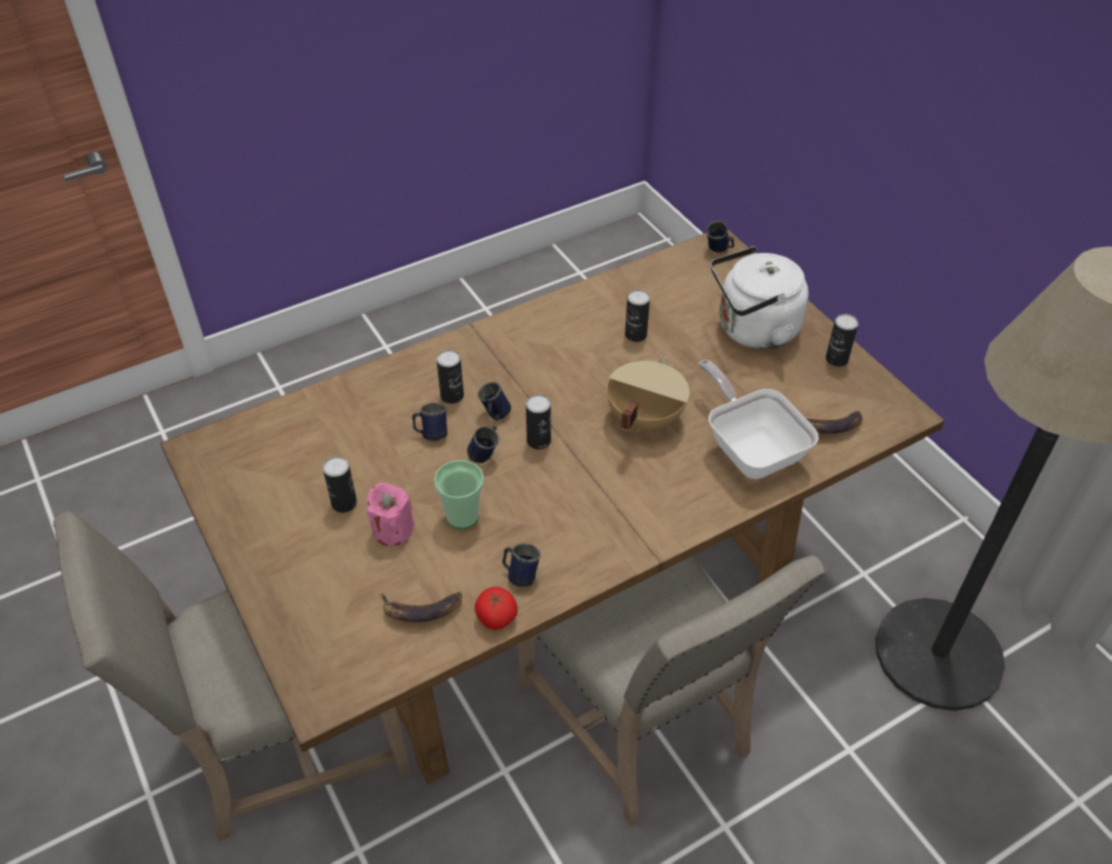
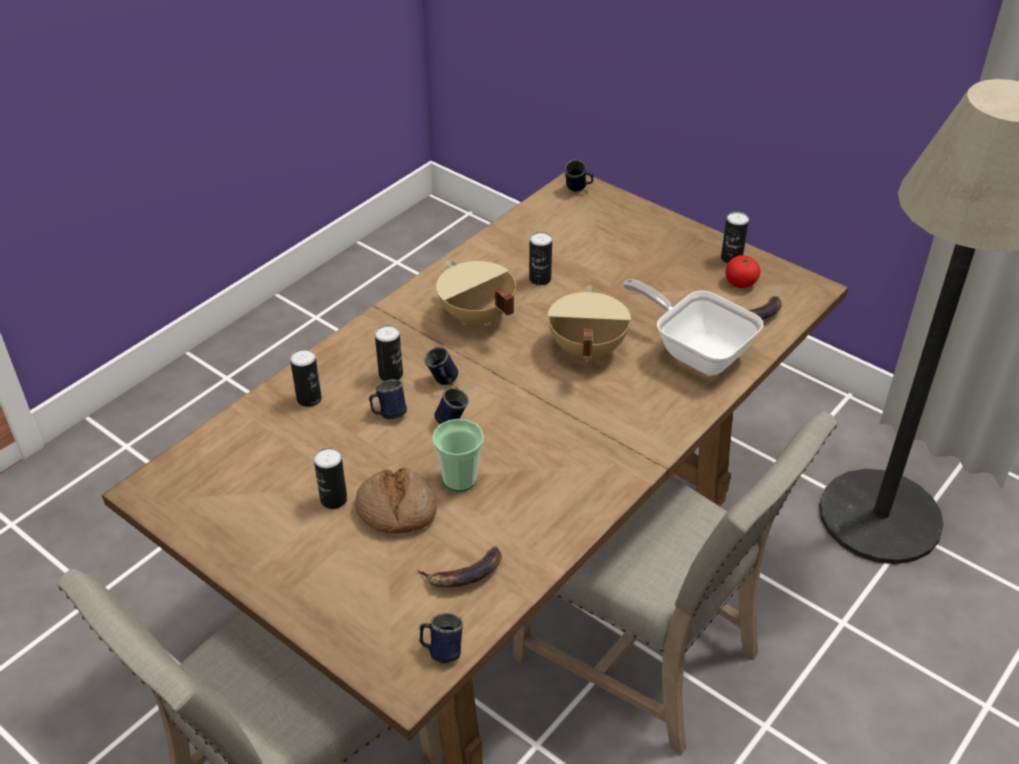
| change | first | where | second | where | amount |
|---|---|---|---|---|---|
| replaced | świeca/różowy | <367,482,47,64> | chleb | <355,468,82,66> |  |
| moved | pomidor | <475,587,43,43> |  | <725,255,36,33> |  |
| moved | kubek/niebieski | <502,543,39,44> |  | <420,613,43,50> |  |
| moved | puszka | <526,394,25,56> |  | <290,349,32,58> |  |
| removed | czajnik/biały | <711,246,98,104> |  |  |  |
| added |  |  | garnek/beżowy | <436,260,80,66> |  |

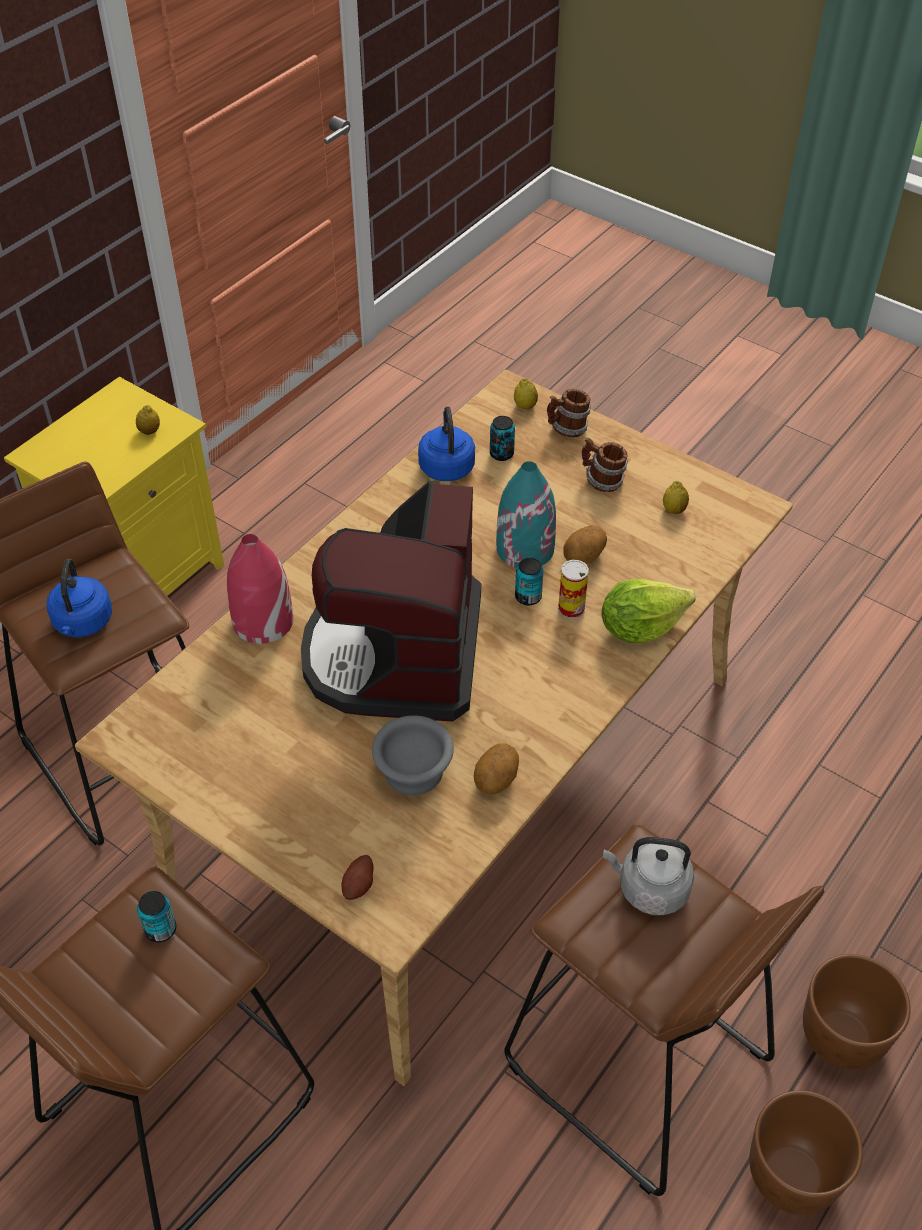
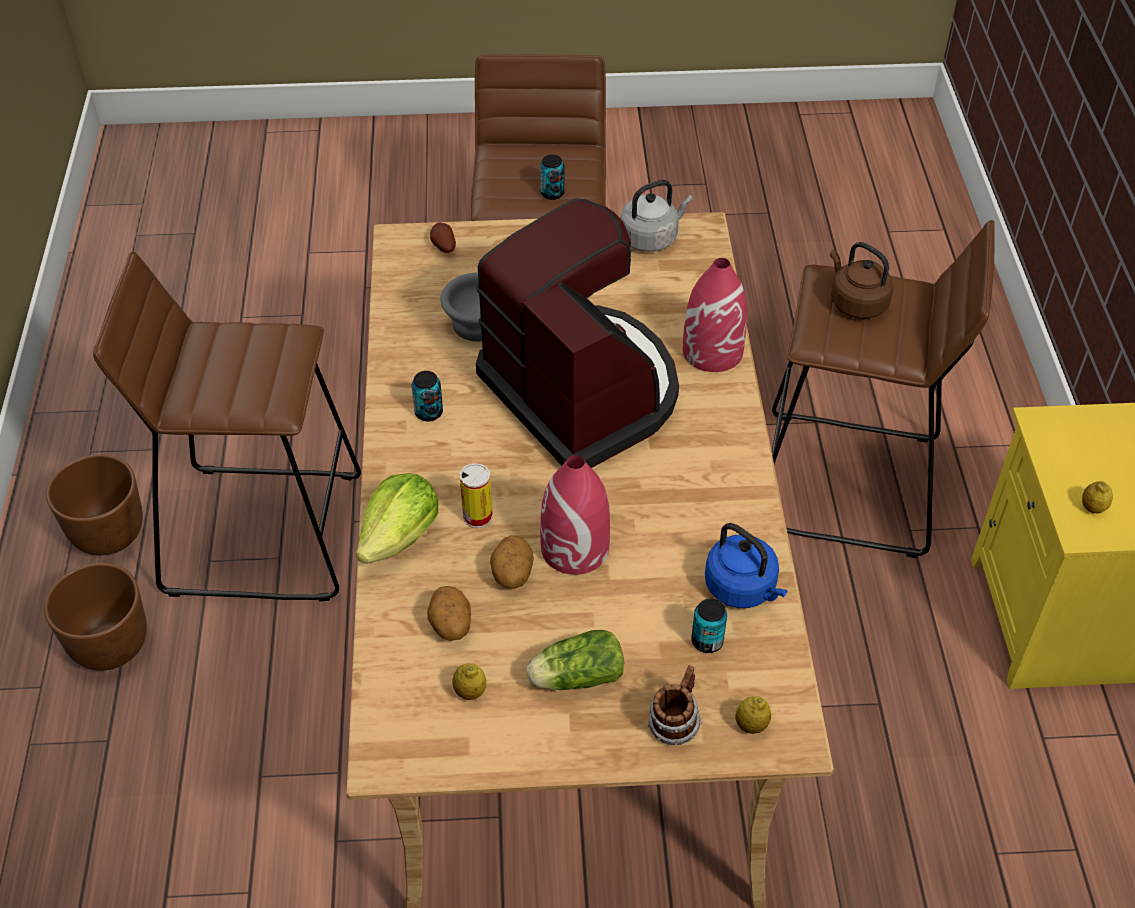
| change | first | where | second | where | amount |
|---|---|---|---|---|---|
| recoloured | czajnik/niebieski | <47,559,65,78> | czajnik/brązowy | <830,242,64,77> |  |
| moved | ziemniak | <474,743,45,51> |  | <427,586,44,55> |  |
| recoloured | wazon/turkusowy | <496,461,60,107> | wazon/czerwony | <540,455,70,120> |  |
| moved | puszka | <515,558,28,48> |  | <412,371,31,51> |  |
| replaced | kubek | <582,437,46,55> | sałata | <527,630,97,60> |  |
| moved | czajnik/szary | <603,837,91,78> |  | <620,180,73,72> |  |

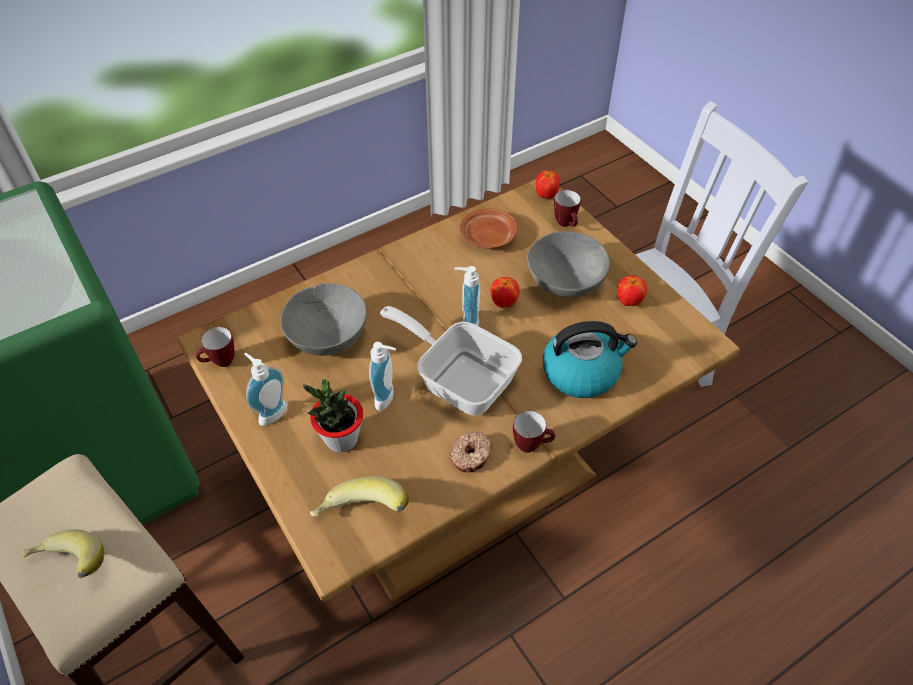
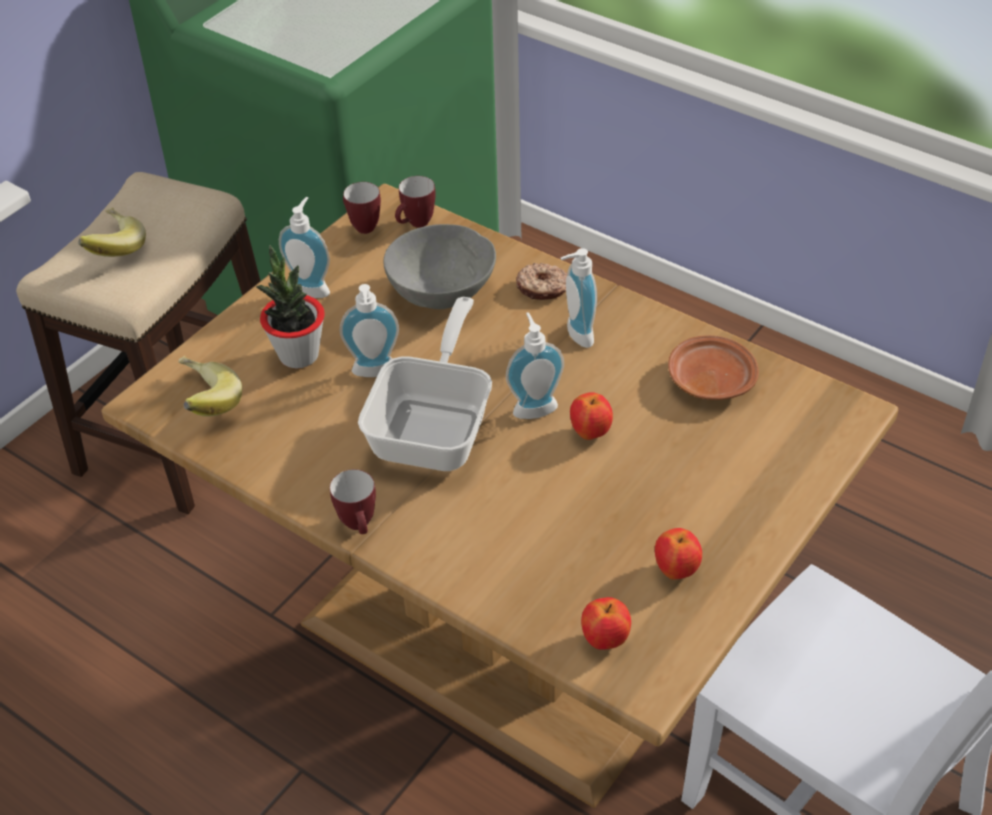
| change | first | where | second | where | amount |
|---|---|---|---|---|---|
| moved | donut | <450,431,42,42> |  | <516,263,51,37> |  |
| removed | miska/szary | <527,231,83,67> |  |  |  |
| moved | jabłko | <535,170,25,29> |  | <581,597,50,53> |  |
| removed | czajnik | <543,321,94,77> |  |  |  |
| moved | kubek | <554,190,27,37> |  | <395,176,41,52> |  |
| added |  |  | dozownik mydła | <561,248,36,100> |  |

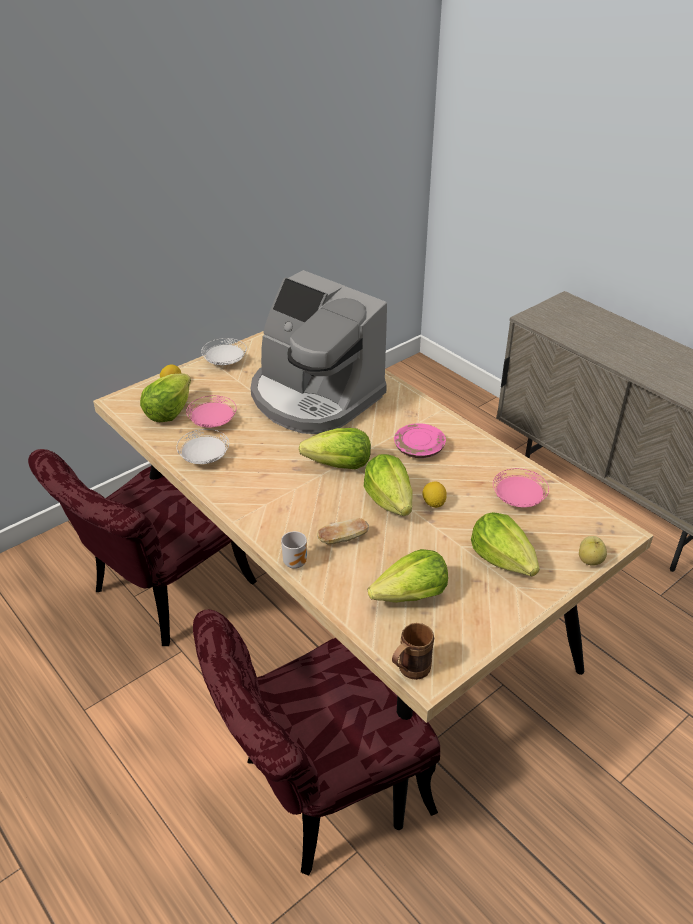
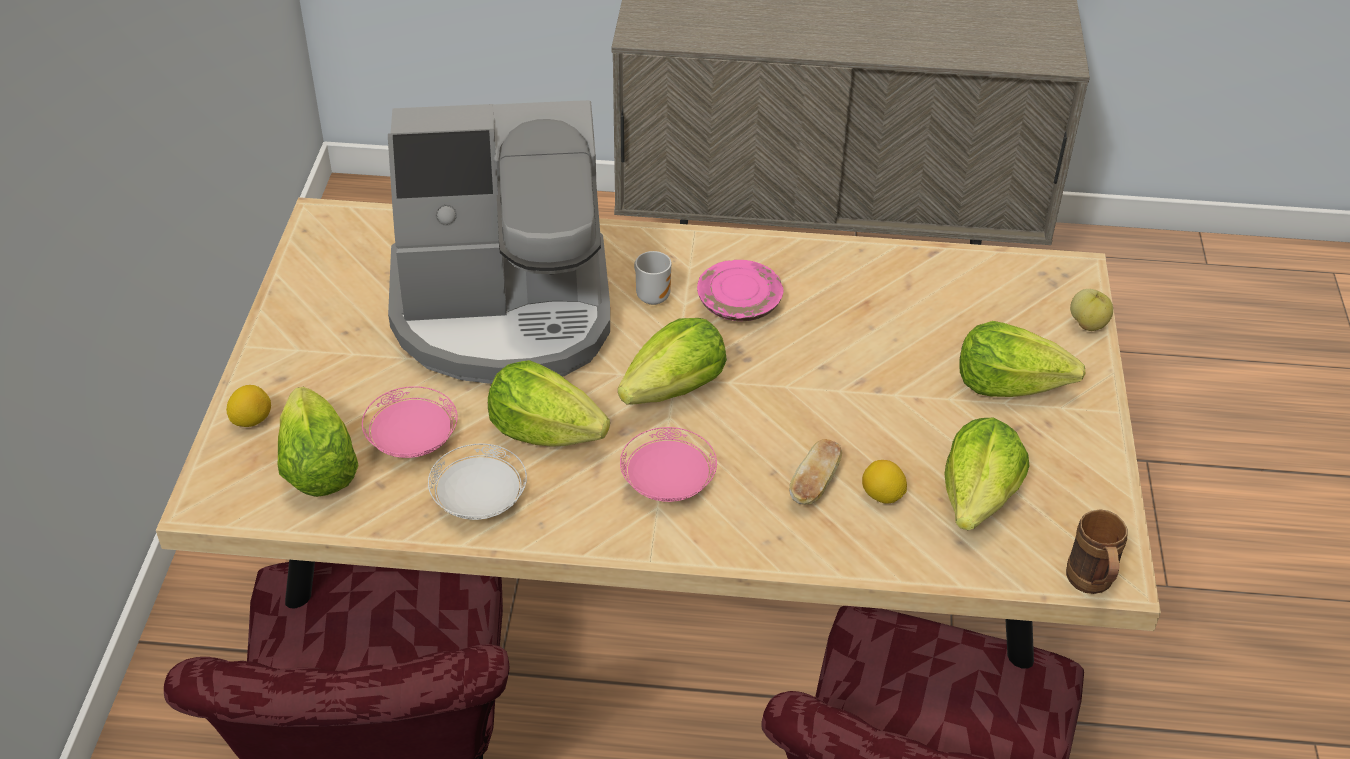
| change | first | where | second | where | amount |
|---|---|---|---|---|---|
| removed | talerz/biały | <201,338,46,27> |  |  |  |
| moved | kubek | <281,531,26,38> |  | <634,251,37,54> |  |
| moved | sałata | <364,454,49,62> |  | <488,360,122,87> |  |
| moved | cytryna | <423,481,24,27> |  | <862,460,45,43> |  |
| moved | talerz/różowy | <493,468,56,39> |  | <620,427,97,75> |  |

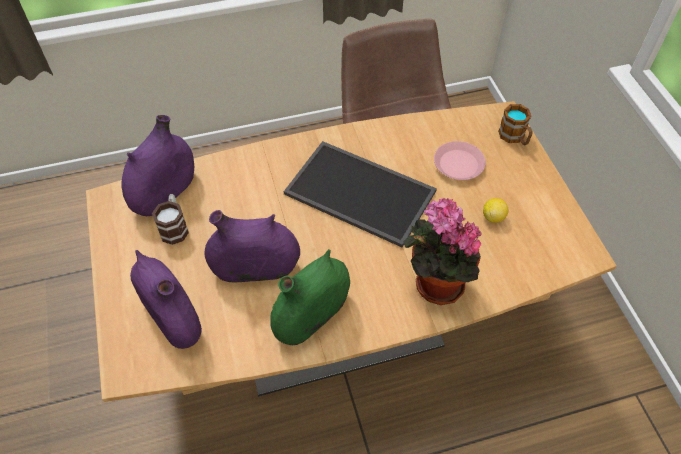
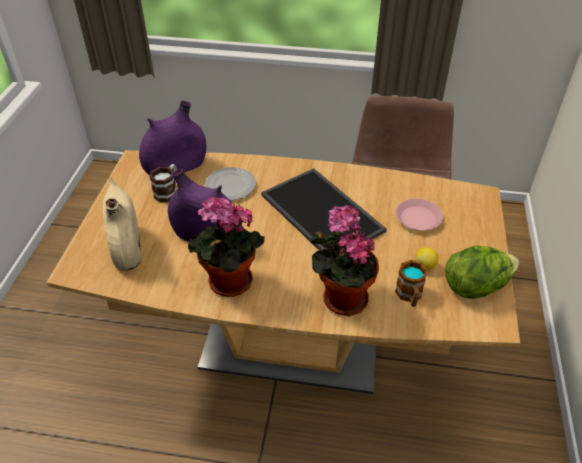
| change | first | where | second | where | amount |
|---|---|---|---|---|---|
| recoloured | wazon/fioletowy | <130,250,72,99> | wazon/beżowy | <103,177,38,94> |  |
| replaced | wazon/zielony | <271,249,79,96> | roślina doniczkowa | <188,197,77,100> |  |
| moved | kubek | <498,104,35,42> |  | <395,260,33,47> |  |
| added |  |  | talerz | <205,167,51,33> |  |
| added |  |  | sałata | <445,245,74,54> |  |

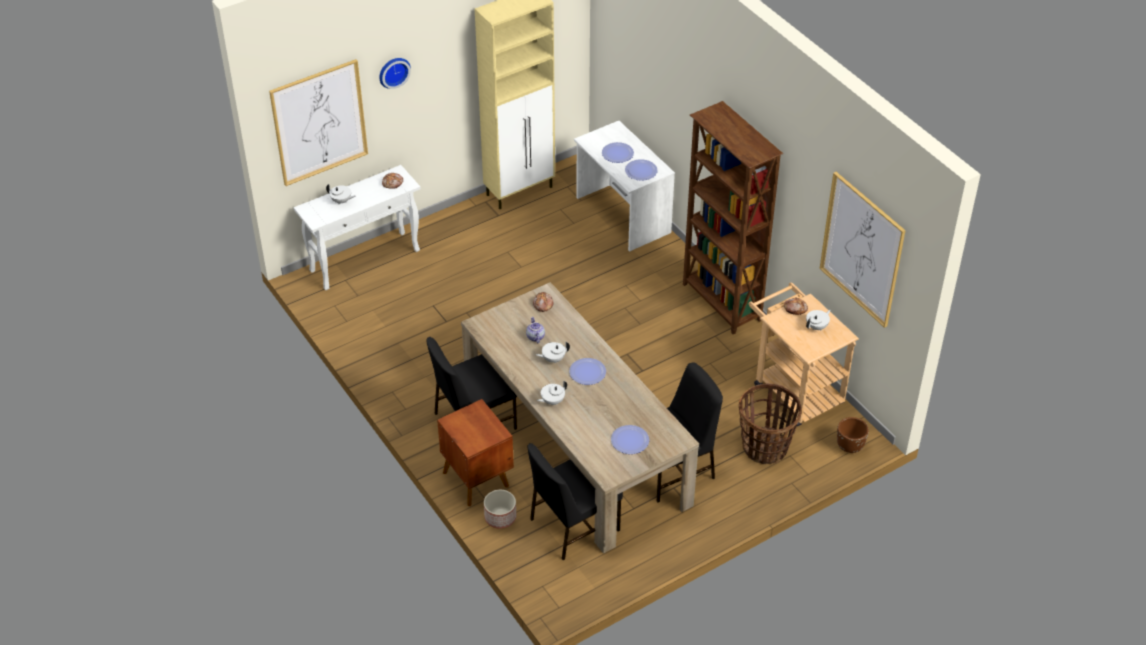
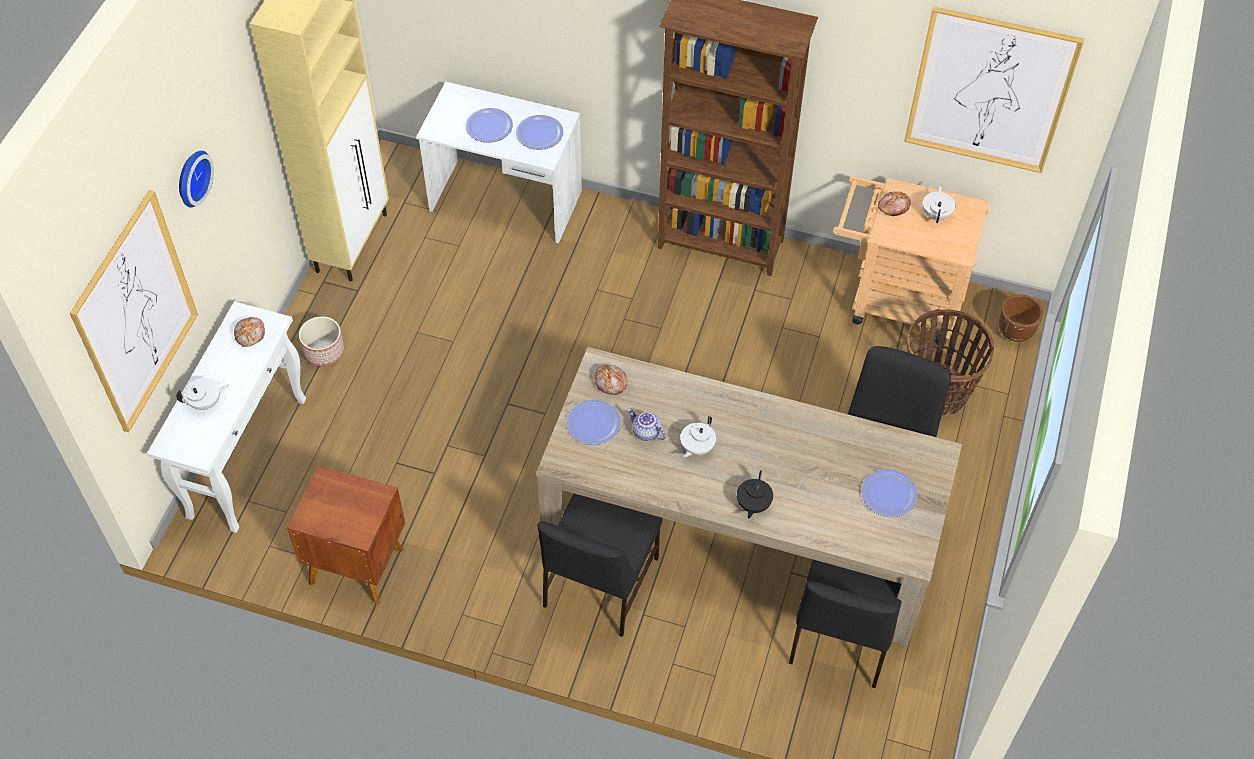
| change | first | where | second | where | amount |
|---|---|---|---|---|---|
| moved | szafka nocna/brązowy | <437,399,77,107> |  | <287,465,118,140> |  |
| moved | donica | <484,490,32,39> |  | <299,316,46,50> |  |
| recoloured | imbryk/biały | <537,381,30,24> | imbryk/czarny | <737,470,36,49> |  |
| moved | talerz | <569,358,37,27> |  | <566,400,55,45> |  |

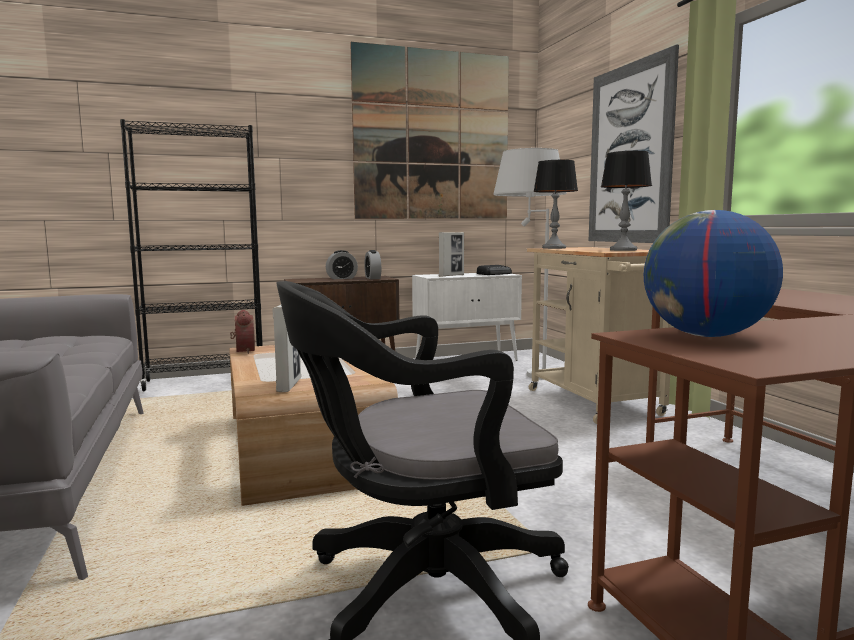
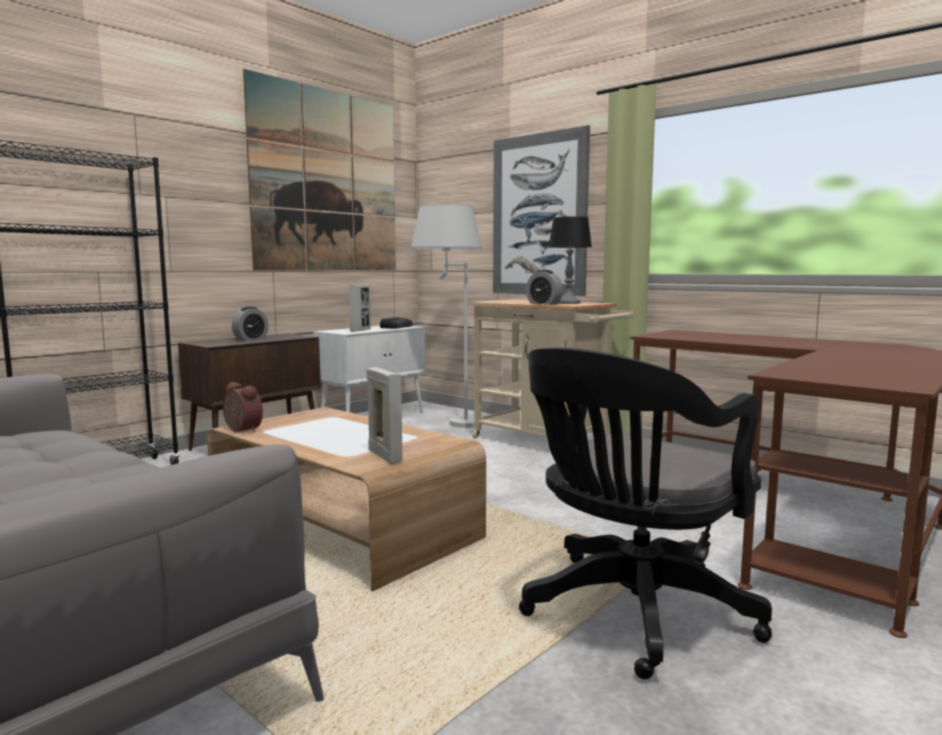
| change | first | where | second | where | amount |
|---|---|---|---|---|---|
| moved | budzik | <364,250,17,29> |  | <526,270,37,35> |  |
| removed | lampa stołowa | <533,160,45,89> |  |  |  |
| removed | globus | <644,210,139,127> |  |  |  |

